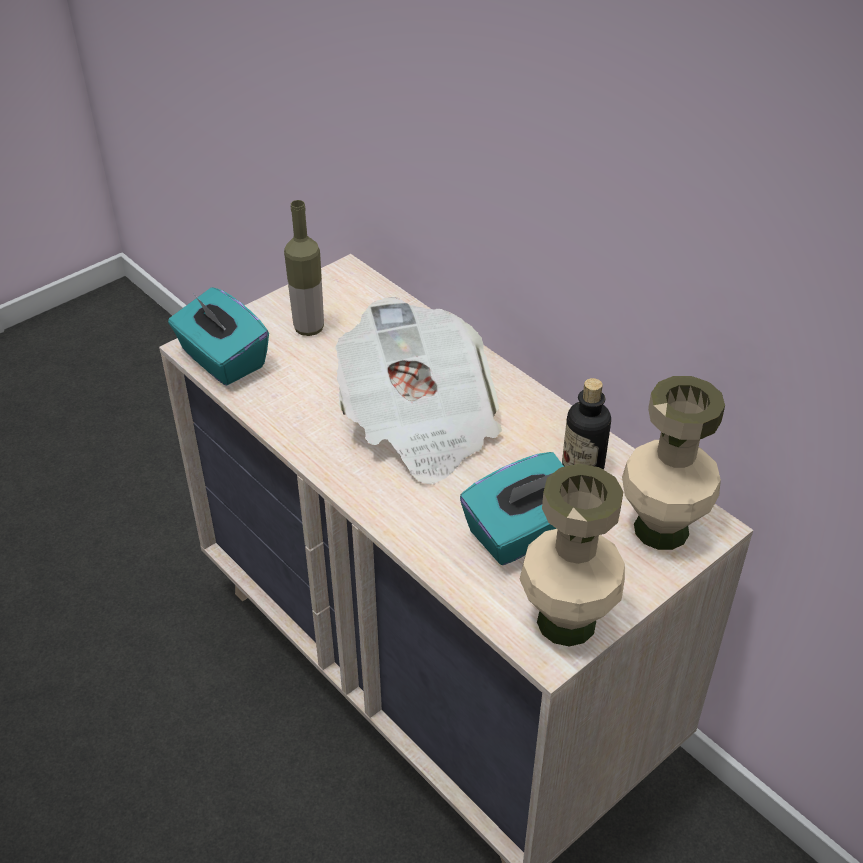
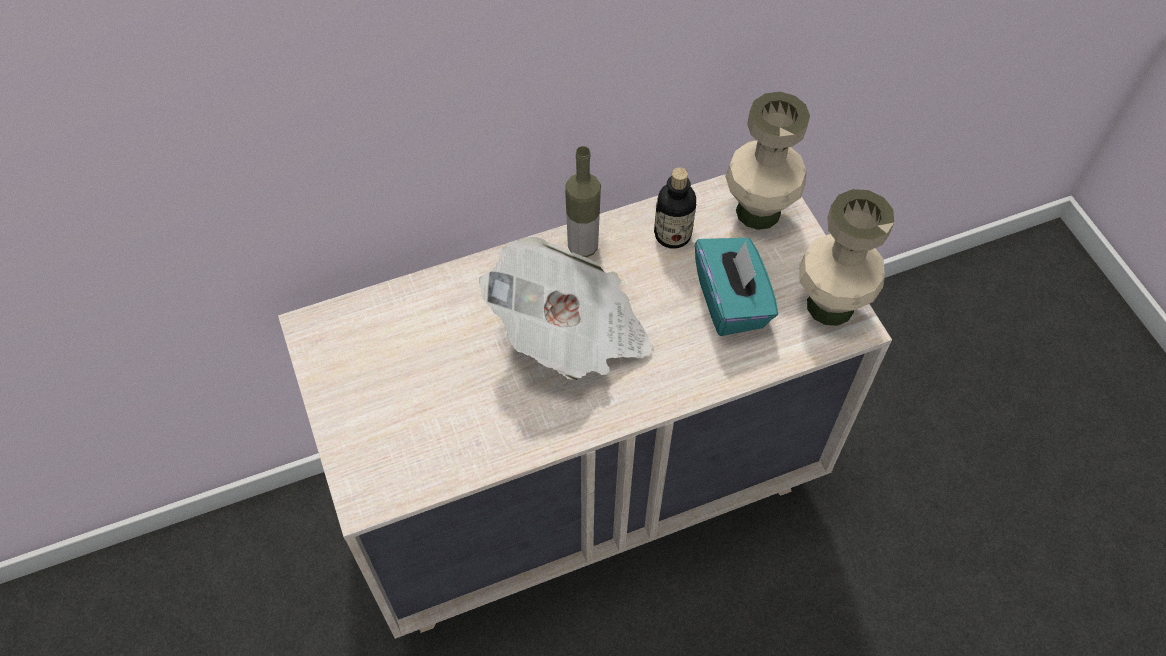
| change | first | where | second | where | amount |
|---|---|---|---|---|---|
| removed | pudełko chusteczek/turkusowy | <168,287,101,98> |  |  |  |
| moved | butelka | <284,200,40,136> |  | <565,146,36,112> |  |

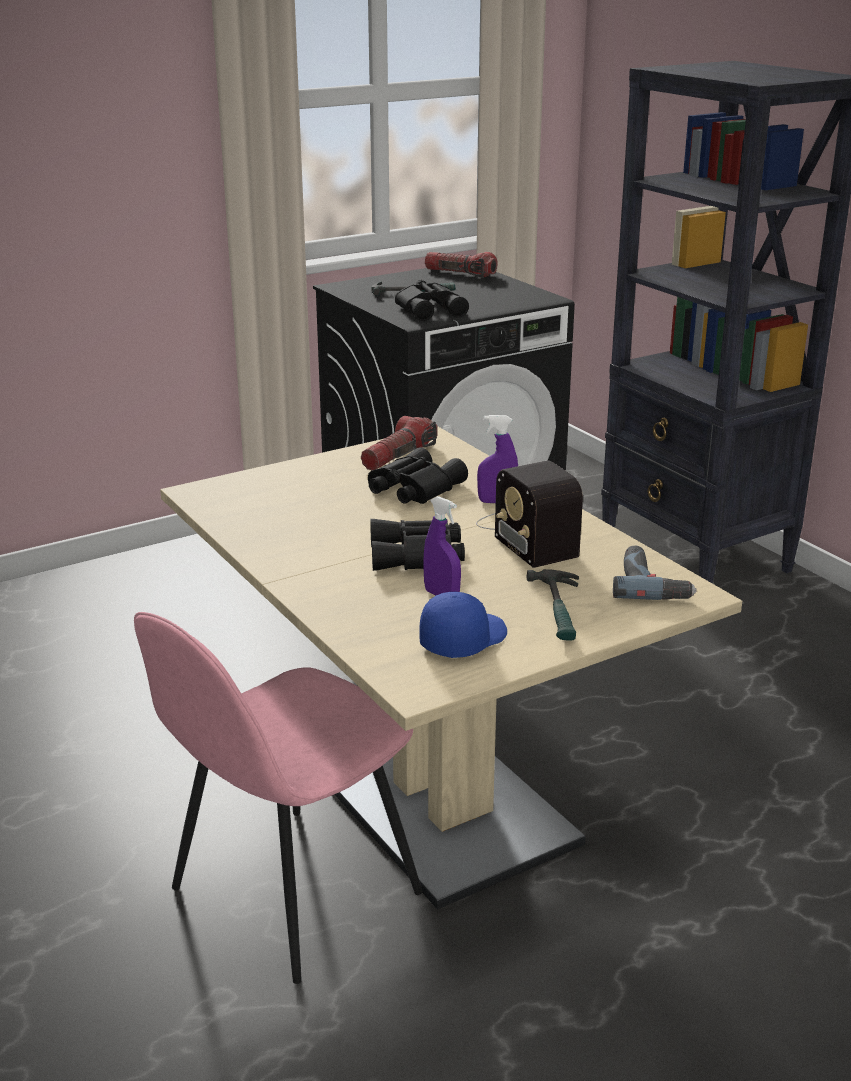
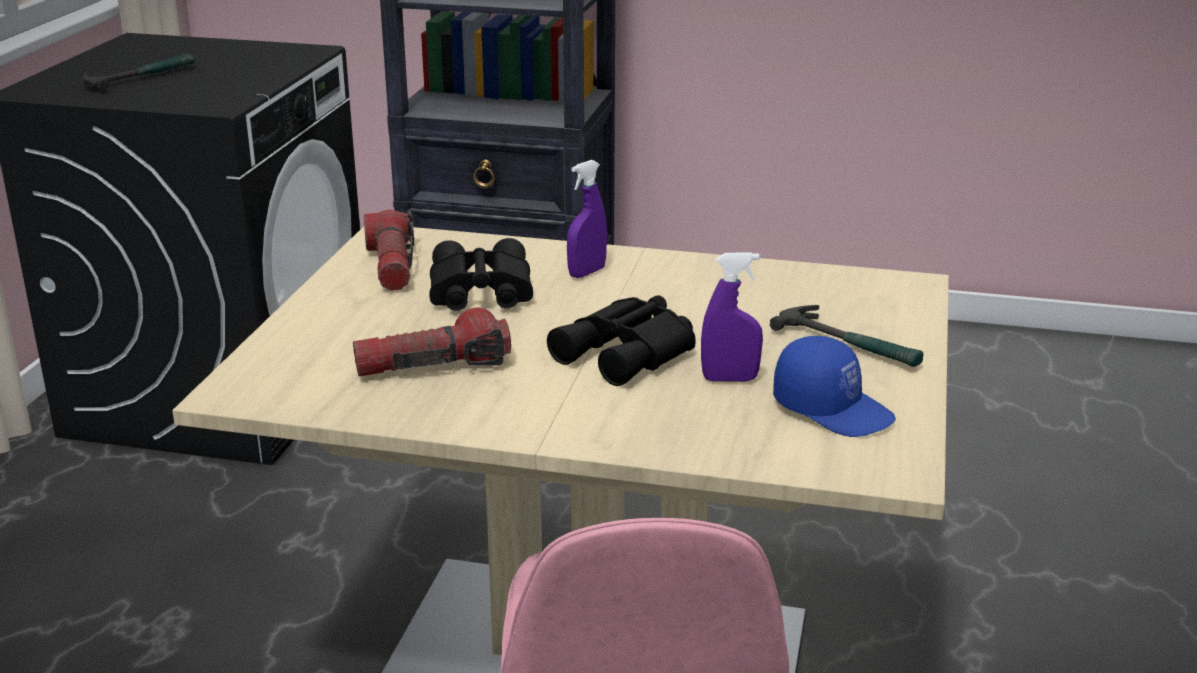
| change | first | where | second | where | amount |
|---|---|---|---|---|---|
| removed | lornetka/czarny | <395,279,74,42> |  |  |  |
| turned | czapka z daszkiem/niebieski | <419,592,88,66> |  | <773,336,123,101> | 135 degrees clockwise |
| moved | latarka | <425,252,73,26> |  | <353,307,158,69> |  |
| removed | radio | <476,461,107,107> |  |  |  |
| removed | wiertarka | <613,546,84,54> |  |  |  |

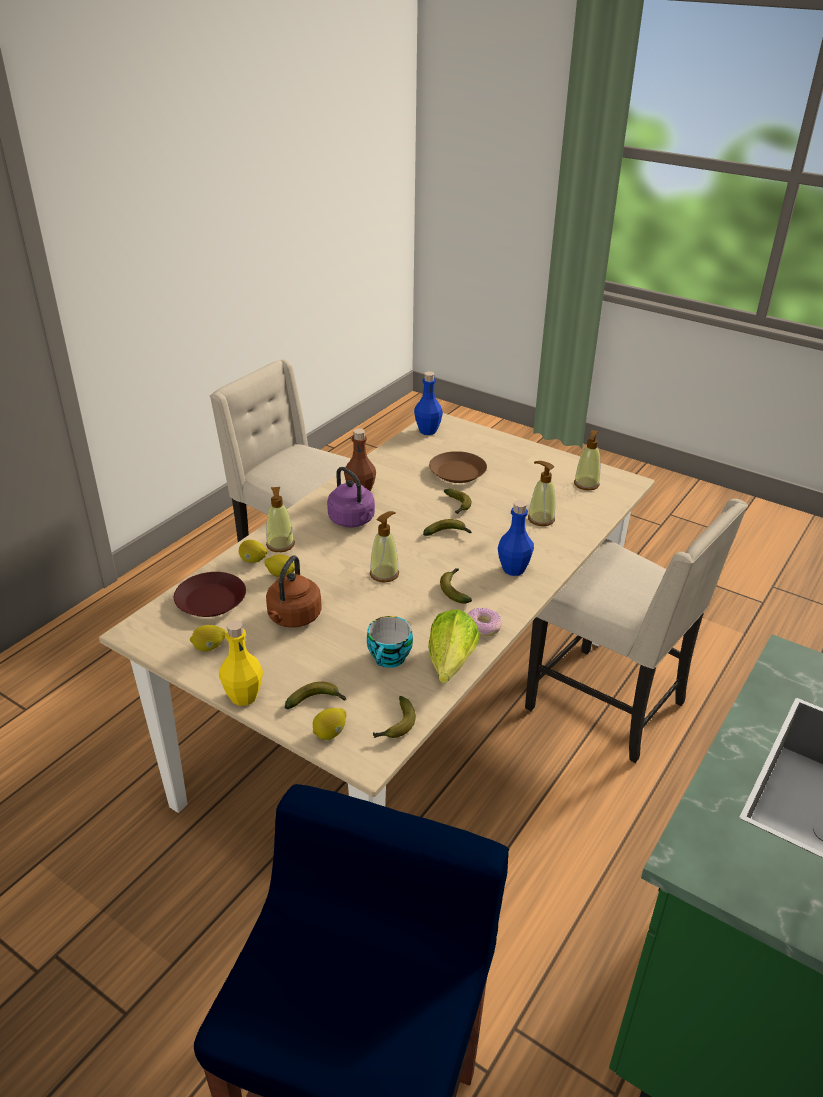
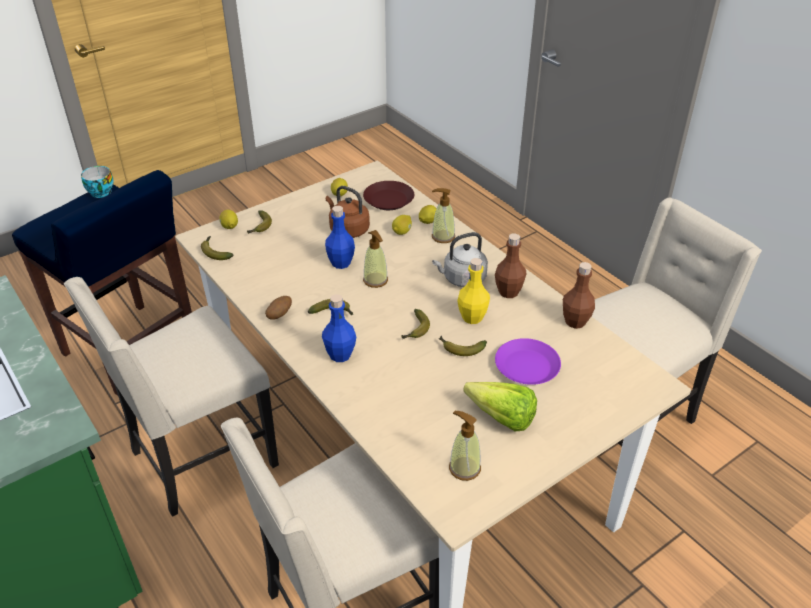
| change | first | where | second | where | amount |
|---|---|---|---|---|---|
| moved | butelka/żółty | <219,620,44,86> |  | <457,258,33,66> |  |
| recoloured | czajnik/fioletowy | <327,467,48,60> | czajnik/szary | <432,232,56,55> |  |
| moved | filiżanka | <367,616,46,52> |  | <81,166,33,32> |  |
| moved | butelka/niebieski | <414,372,29,63> |  | <325,206,30,63> |  |
| moved | sałata | <428,609,51,74> |  | <463,382,74,49> |  |
| recoloured | talerz/brązowy | <429,451,58,32> | talerz/fioletowy | <495,338,66,47> |  |
| replaced | donut | <467,608,35,28> | ziemniak | <265,296,27,24> |  |
| removed | dozownik mydła | <528,461,27,65> |  |  |  |
| added |  |  | krzesło/beżowy | <64,277,215,240> |  |
| added |  |  | butelka/brązowy | <563,262,32,67> |  |

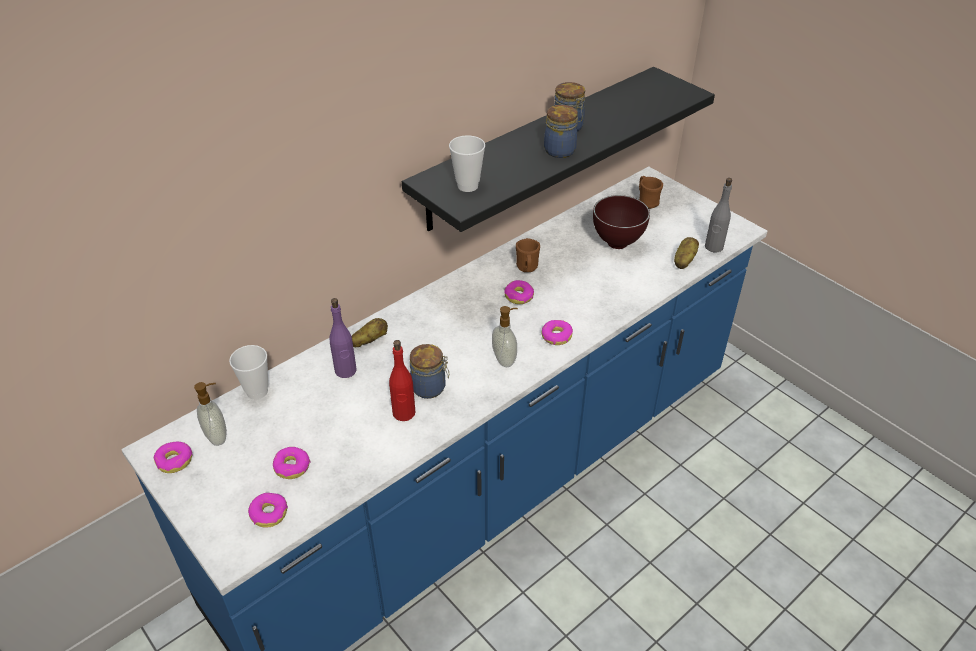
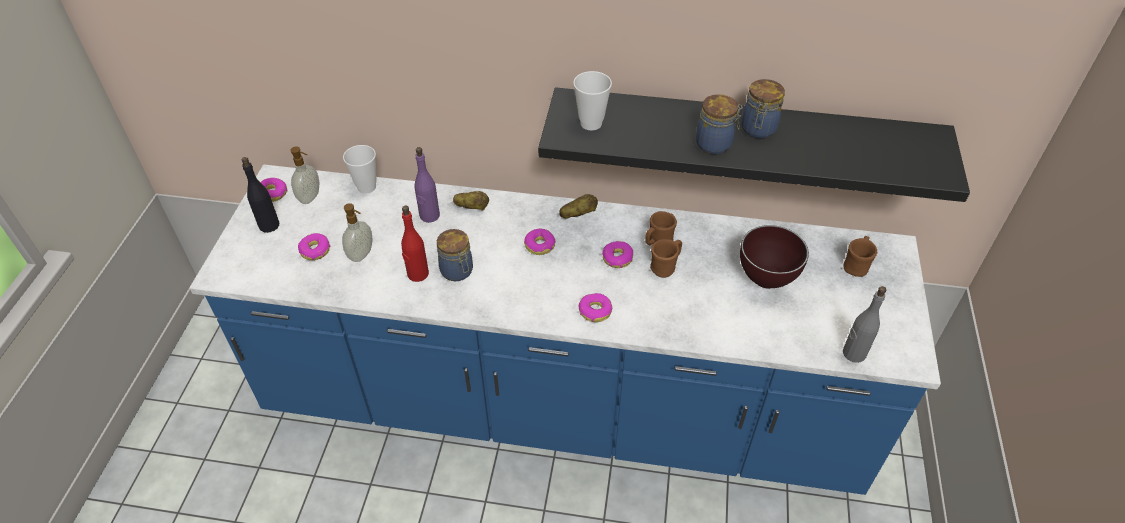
| change | first | where | second | where | amount |
|---|---|---|---|---|---|
| moved | donut | <248,493,40,35> |  | <524,229,32,26> |  |
| moved | dozownik mydła | <492,306,26,61> |  | <342,203,31,59> |  |
| moved | ziemniak | <674,237,25,32> |  | <559,194,39,25> |  |
| added |  |  | butelka/czarny | <241,157,38,76> |  |
| added |  |  | kubek/brązowy | <650,239,32,39> |  |

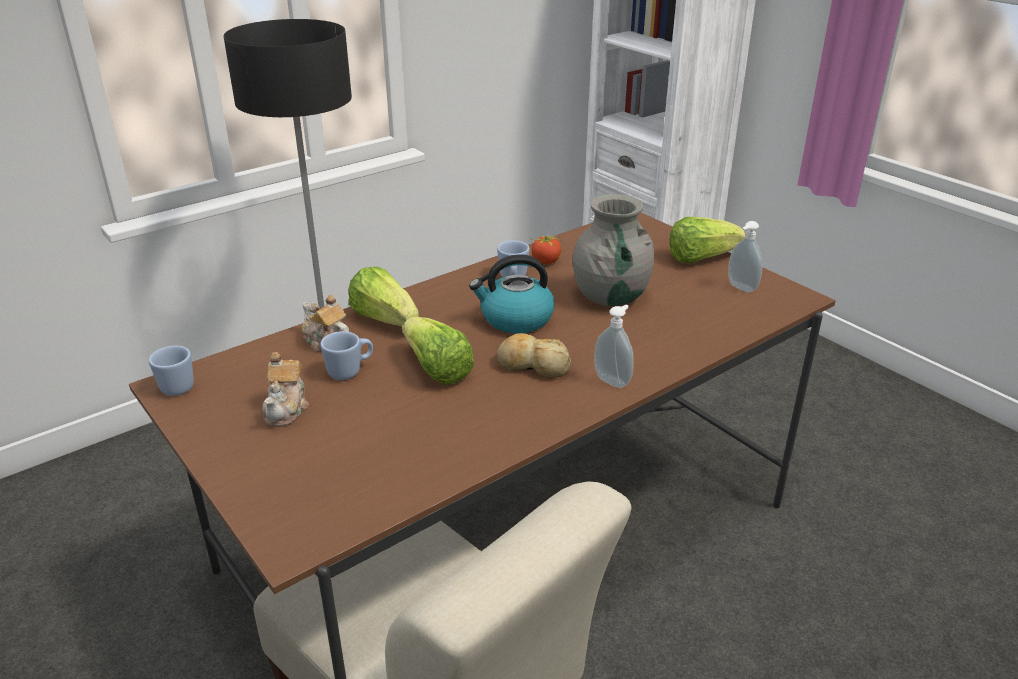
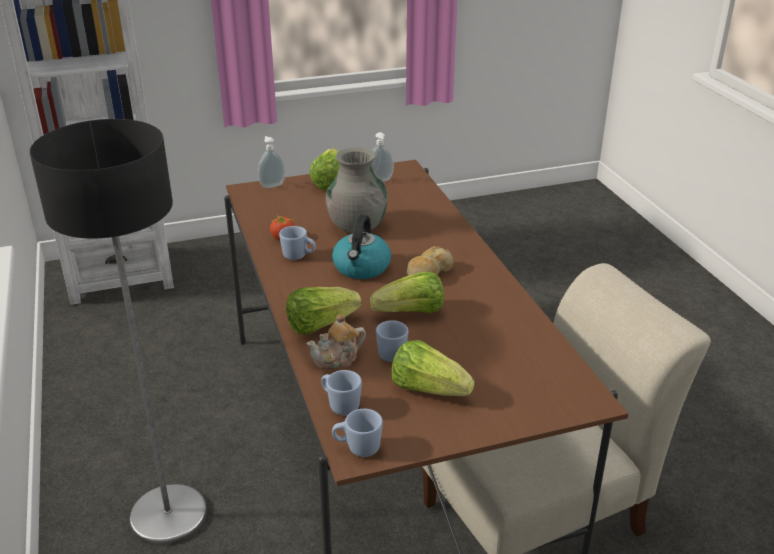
| change | first | where | second | where | amount |
|---|---|---|---|---|---|
| replaced | imbryk | <262,352,47,75> | sałata | <391,340,84,56> |  |
| moved | dozownik mydła | <594,305,40,83> |  | <258,136,27,52> |  |
| added |  |  | kubek/niebieski | <321,370,41,45> |  |

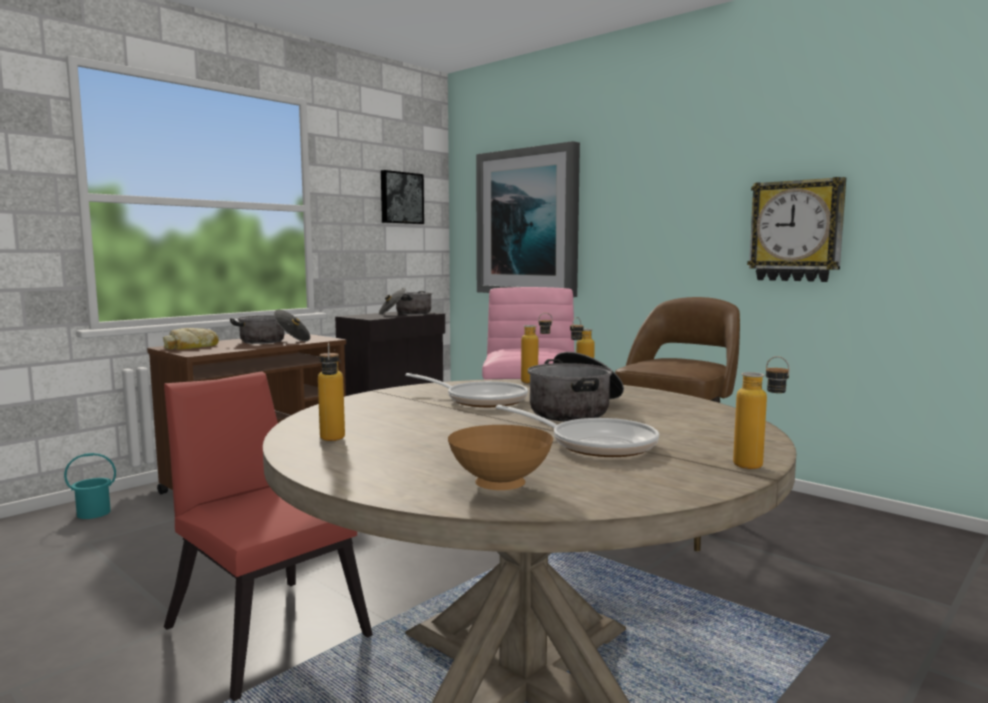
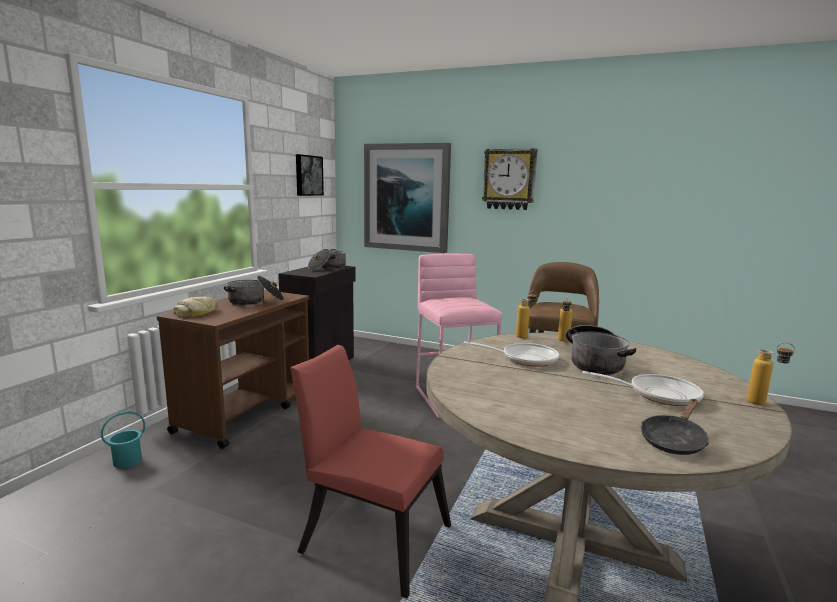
| change | first | where | second | where | amount |
|---|---|---|---|---|---|
| removed | butelka | <318,343,27,98> |  |  |  |
| replaced | miska/brązowy | <448,425,105,65> | patelnia/czarny | <641,399,68,56> |  |
| moved | zegar ścienny | <747,177,99,105> |  | <482,148,56,62> |  |

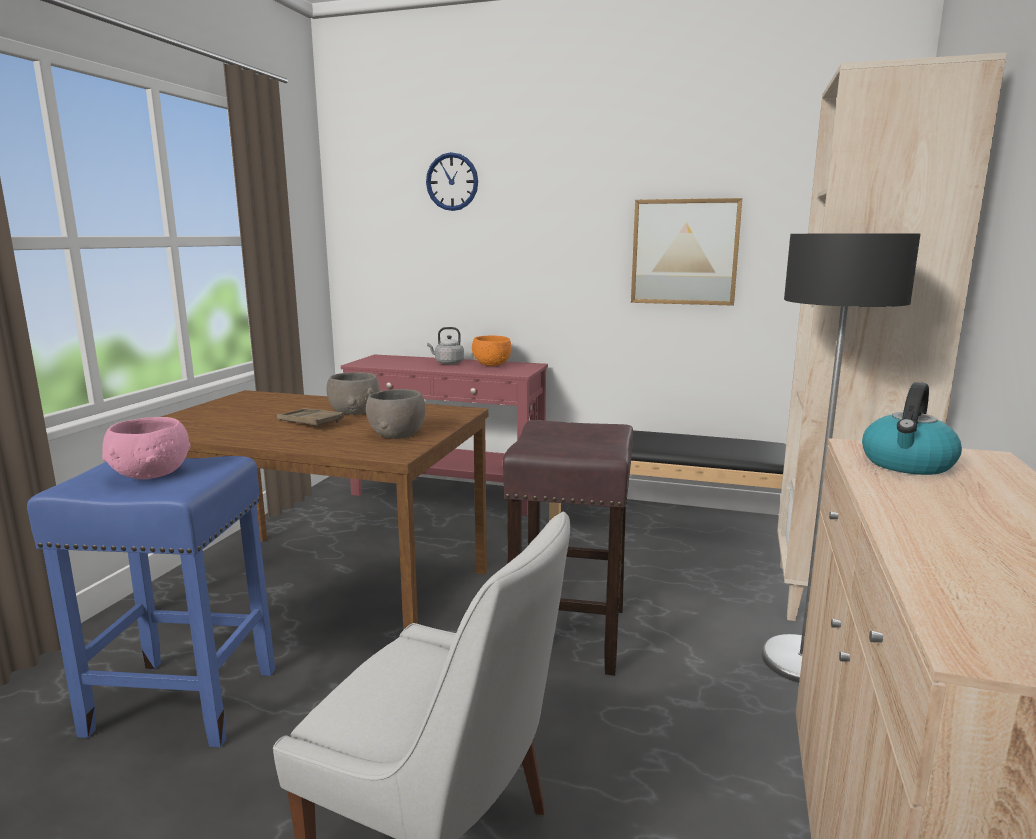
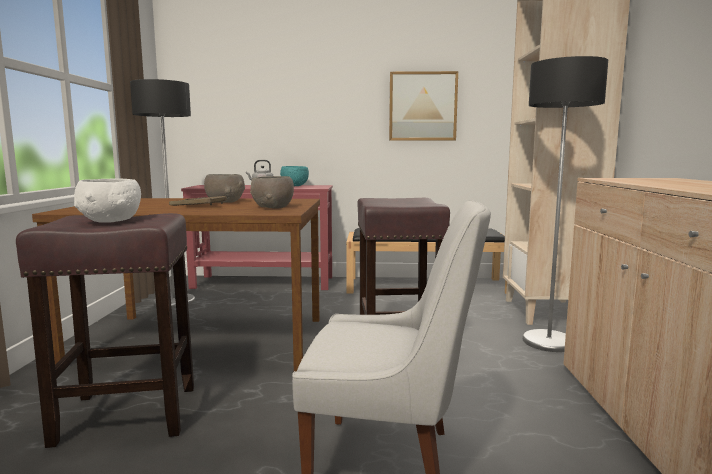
| change | first | where | second | where | amount |
|---|---|---|---|---|---|
| recoloured | stołek/niebieski | <27,456,248,291> | stołek/brązowy | <16,213,178,235> |  |
| recoloured | miska/różowy | <102,417,89,62> | miska/biały | <74,178,67,45> |  |
| removed | zegar ścienny | <426,152,52,59> |  |  |  |
| recoloured | miska/pomarańczowy | <472,336,39,30> | miska/turkusowy | <280,166,29,20> |  |
| removed | czajnik | <862,382,100,93> |  |  |  |
| added |  |  | lampa stojąca | <130,79,65,229> |  |

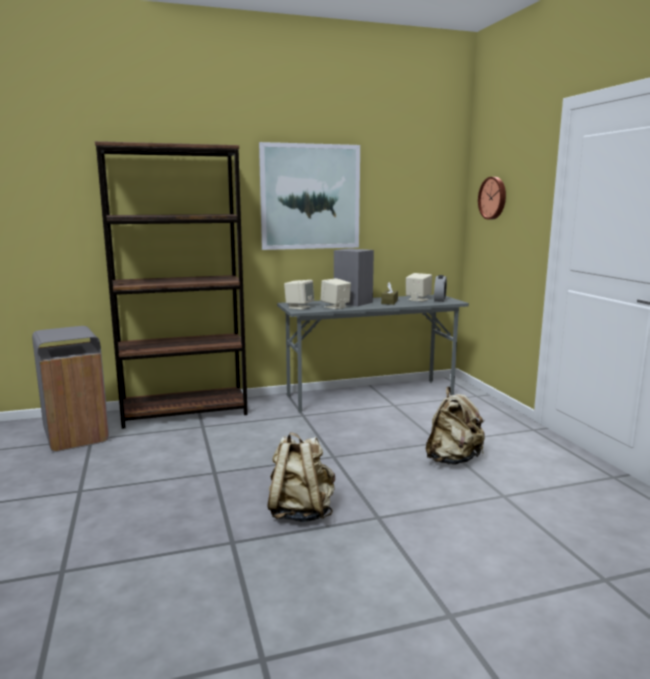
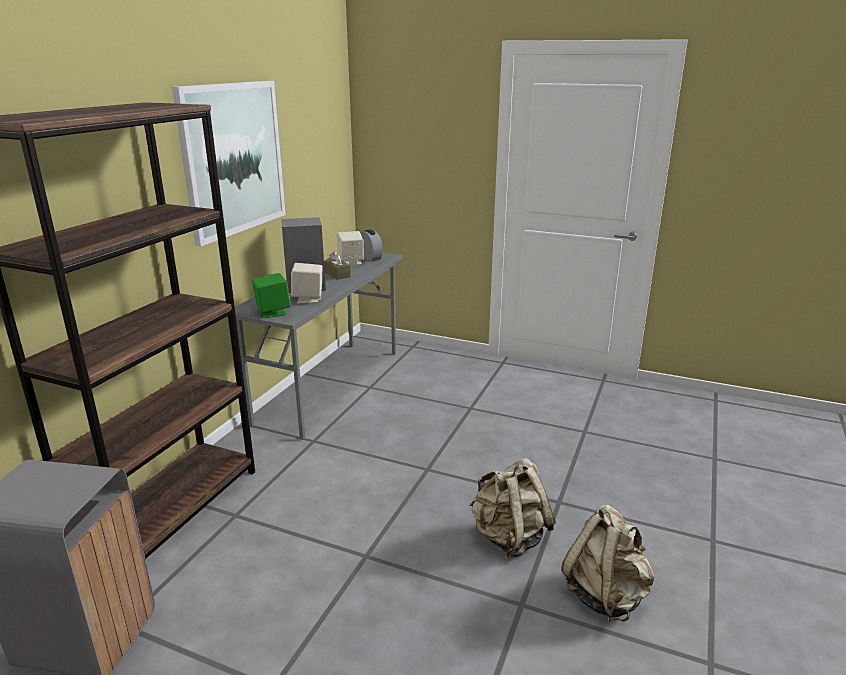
| change | first | where | second | where | amount |
|---|---|---|---|---|---|
| recoloured | głośnik/beżowy | <284,280,30,30> | głośnik/zielony | <252,273,39,45> |  |
| moved | plecak/beżowy | <426,387,59,78> |  | <561,505,93,116> |  |
| removed | zegar ścienny | <478,177,28,43> |  |  |  |

